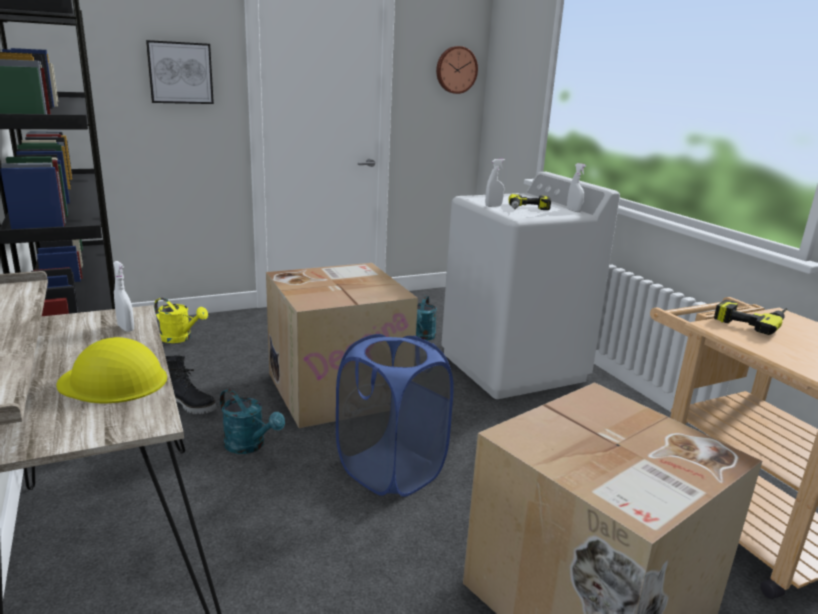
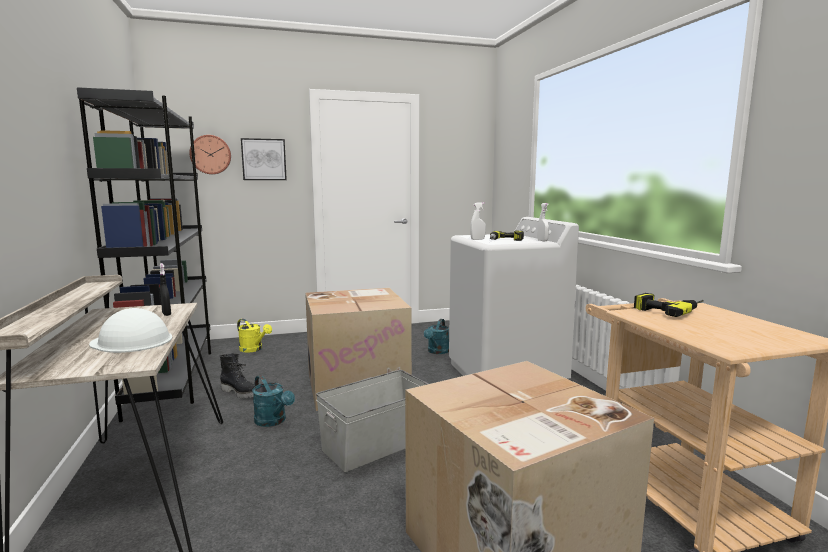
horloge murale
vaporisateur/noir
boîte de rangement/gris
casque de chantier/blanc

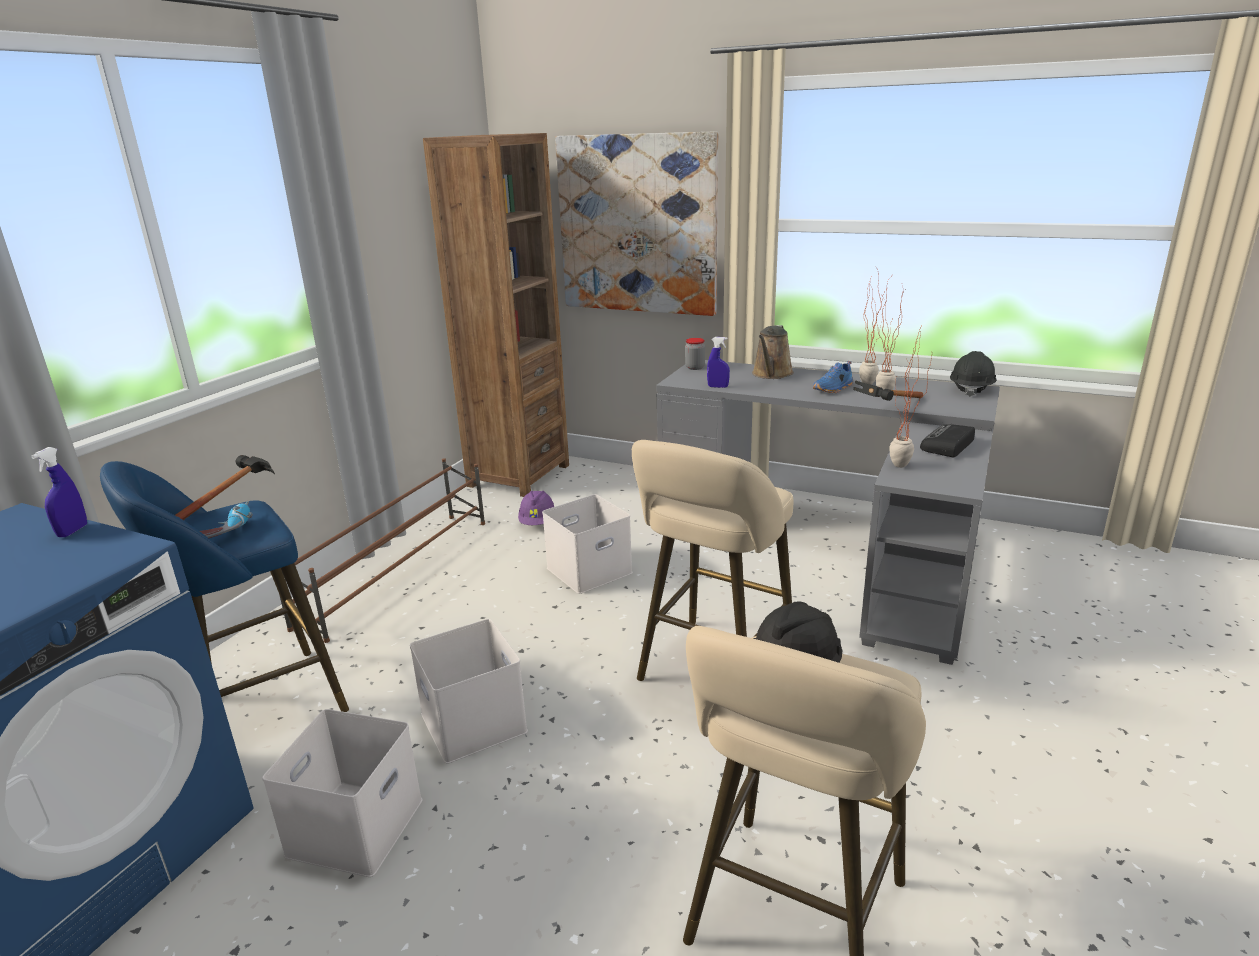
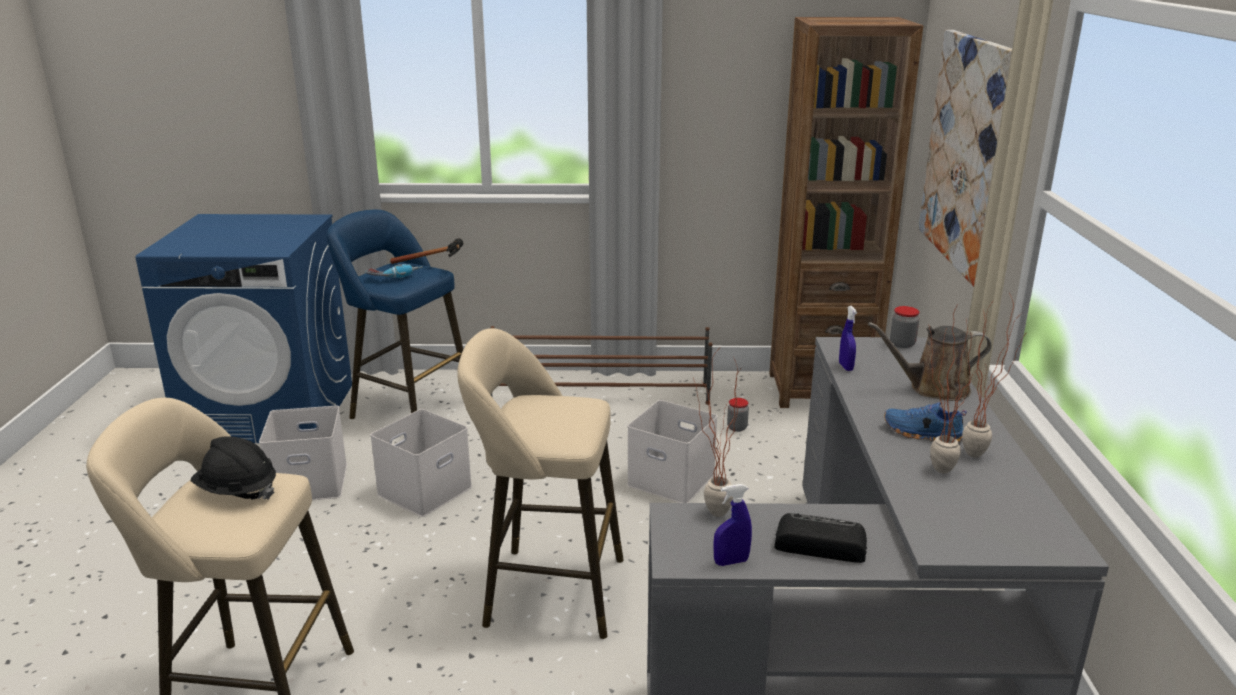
casque de chantier/noir (no. 2 from left in the first image)
marteau (no. 2 from left in the first image)
vaporisateur/bleu (no. 1 from left)
bocal (no. 1 from left)

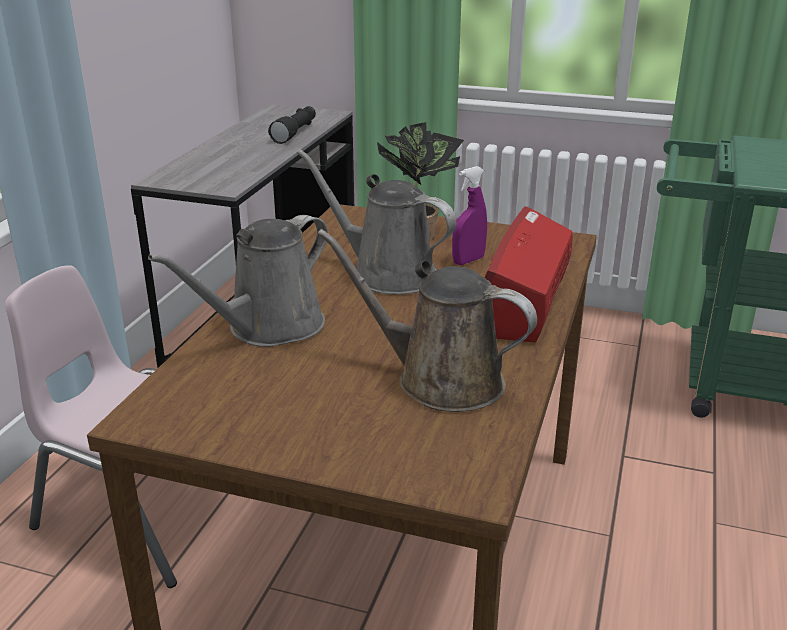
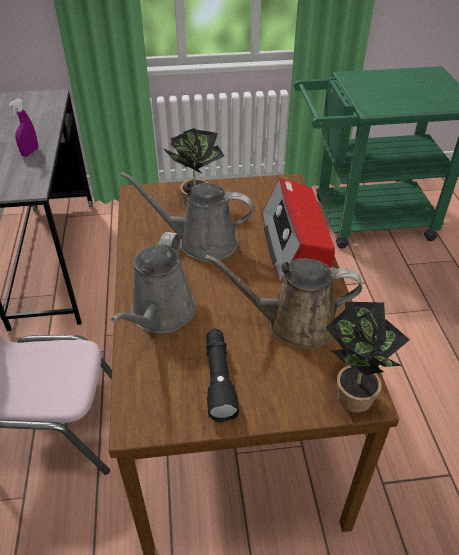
lampe de poche/noir
vaporisateur/violet
plante en pot (no. 2 from left)

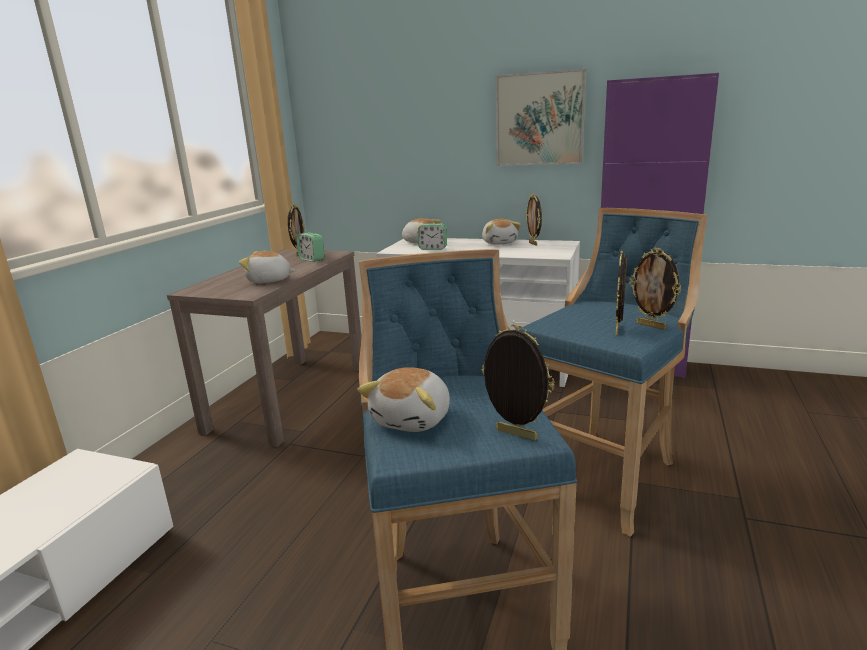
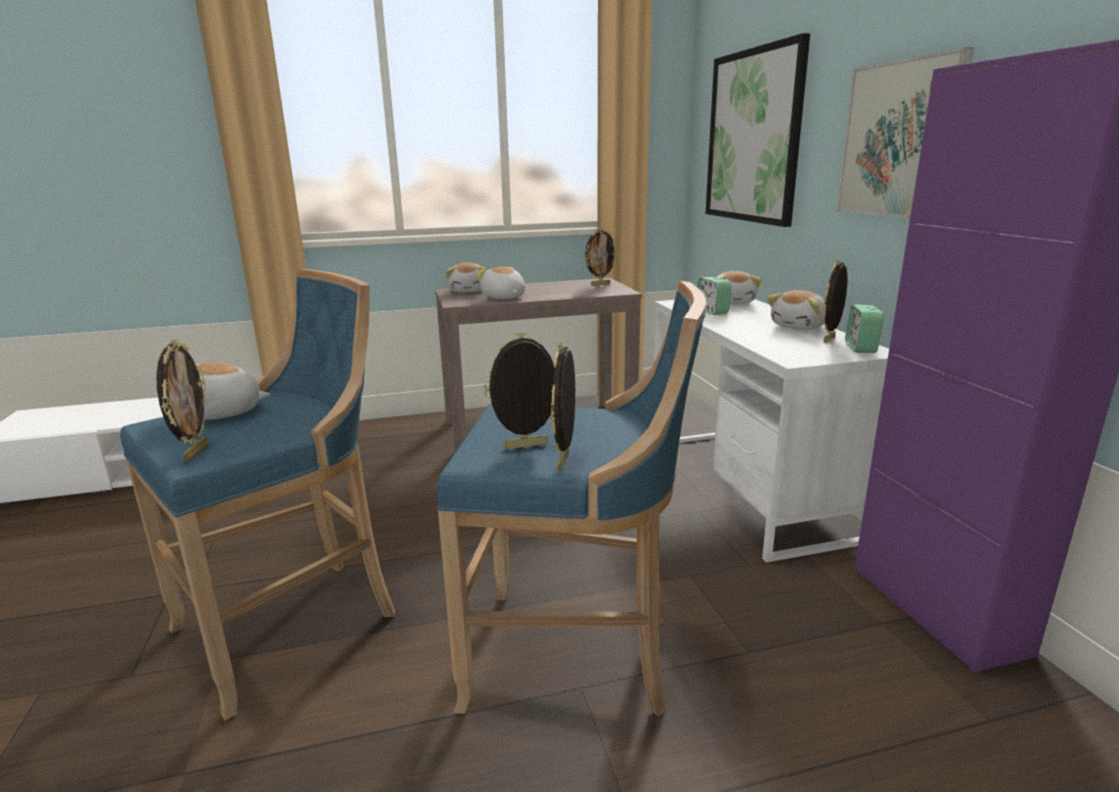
réveil (no. 2 from left)
tableau (no. 1 from left)
peluche (no. 2 from left)

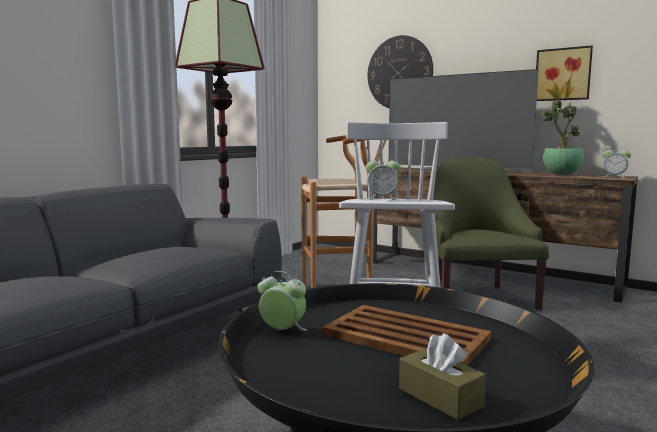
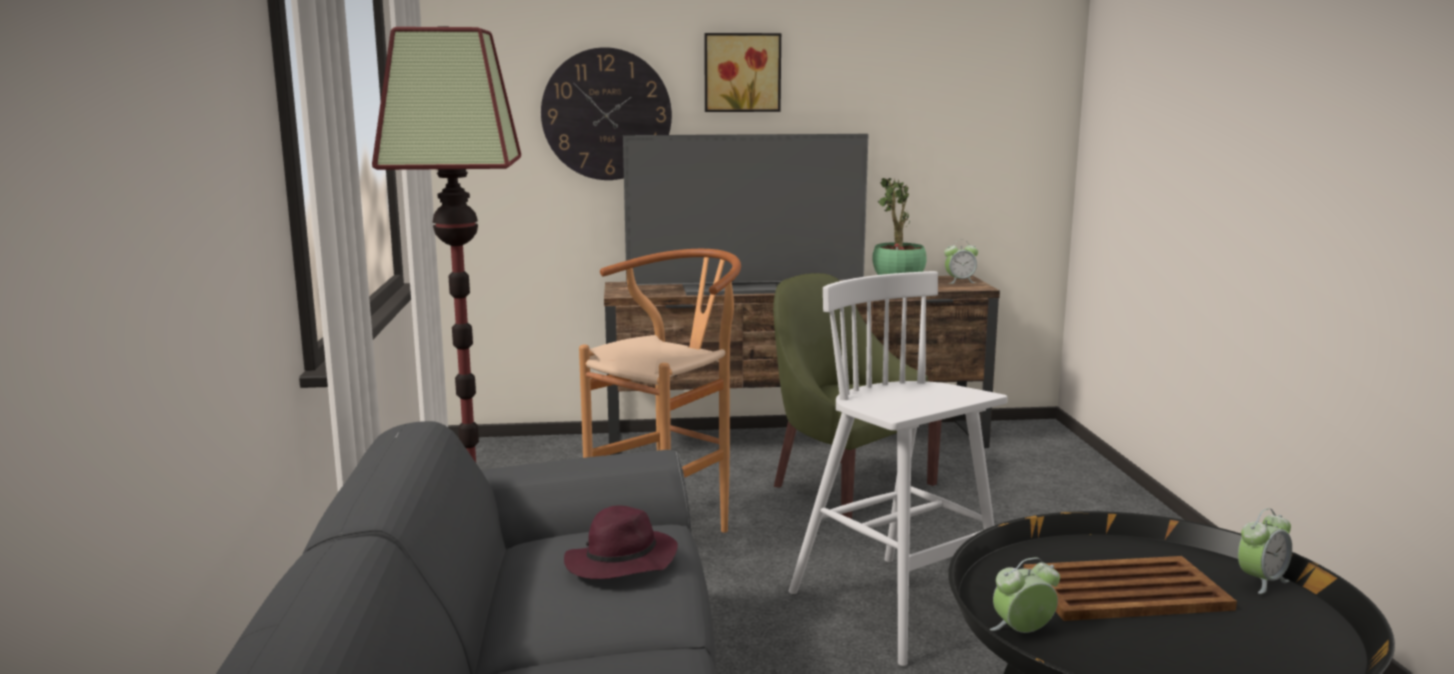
tableau
réveil (no. 3 from left)
boîte à mouchoirs/marron
chapeau/violet

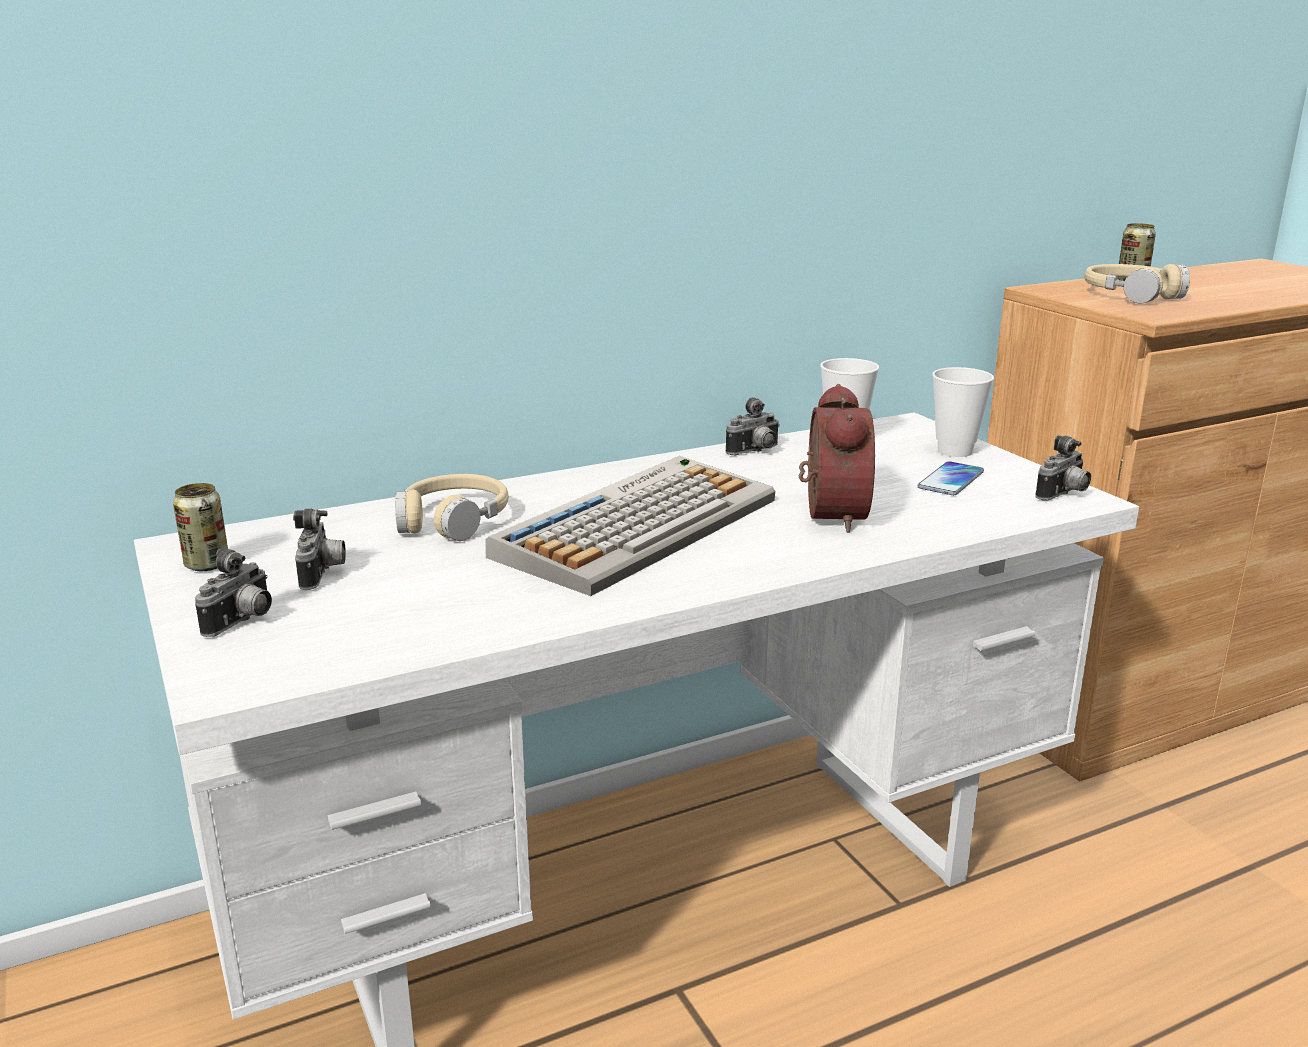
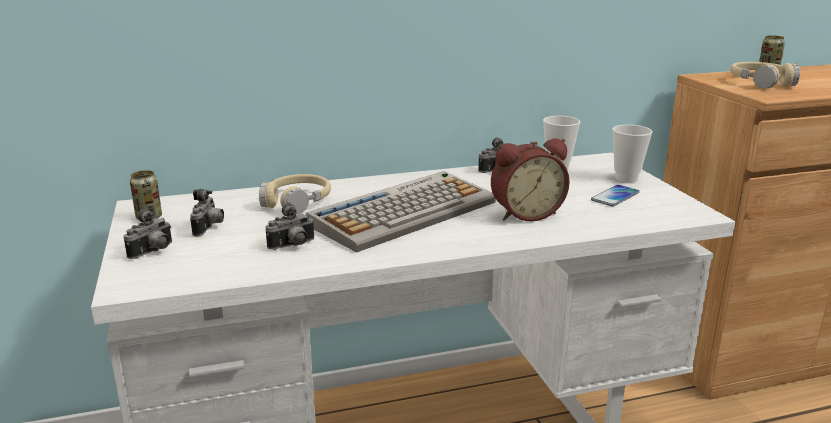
réveil
appareil photo (no. 3 from left)

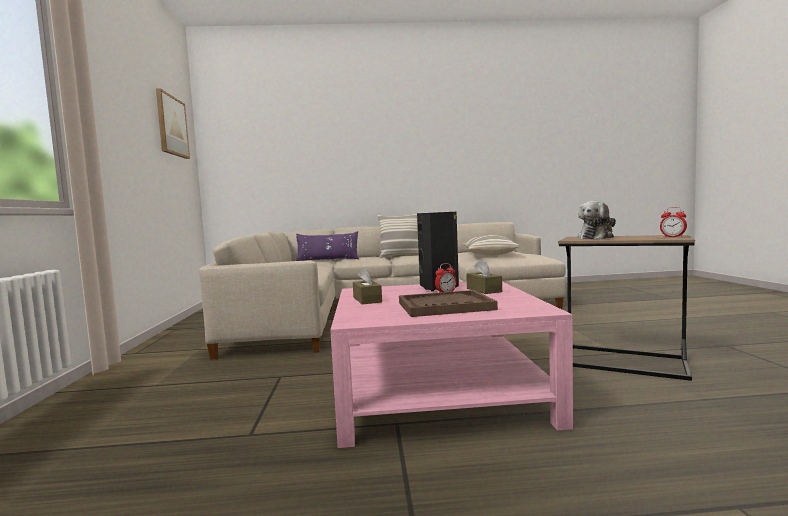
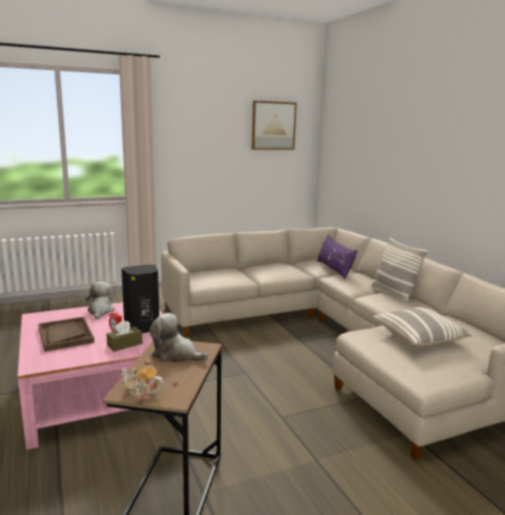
théière
peluche (no. 1 from left)

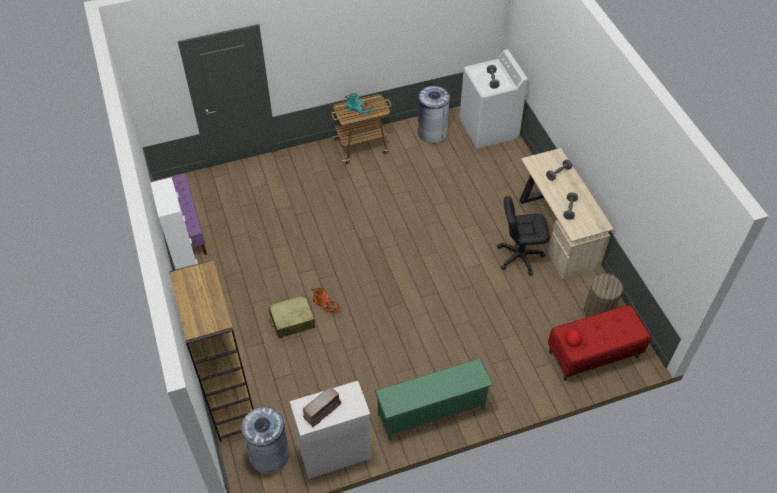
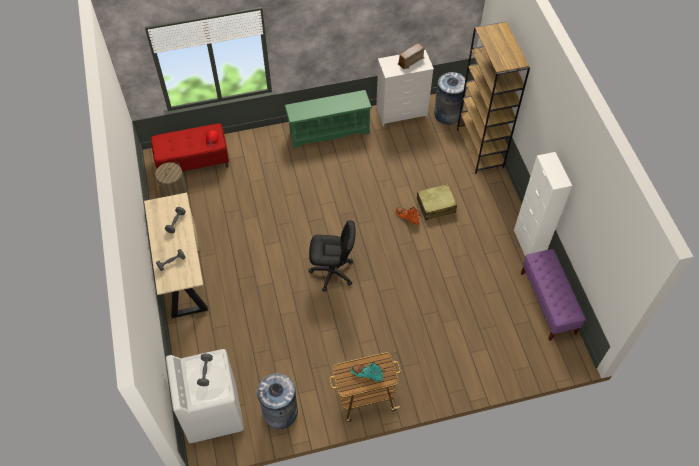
chaise de bureau/noir

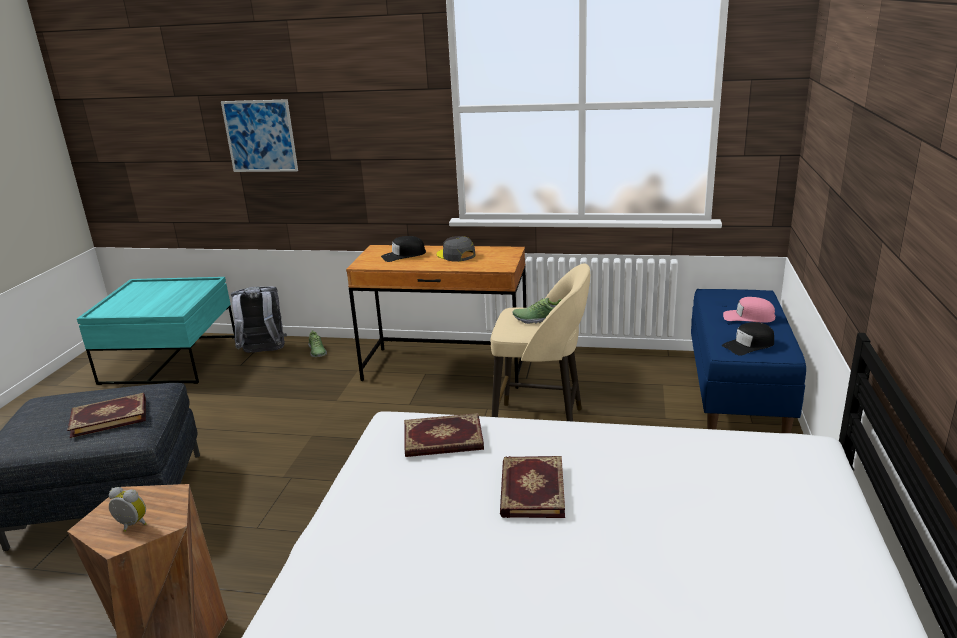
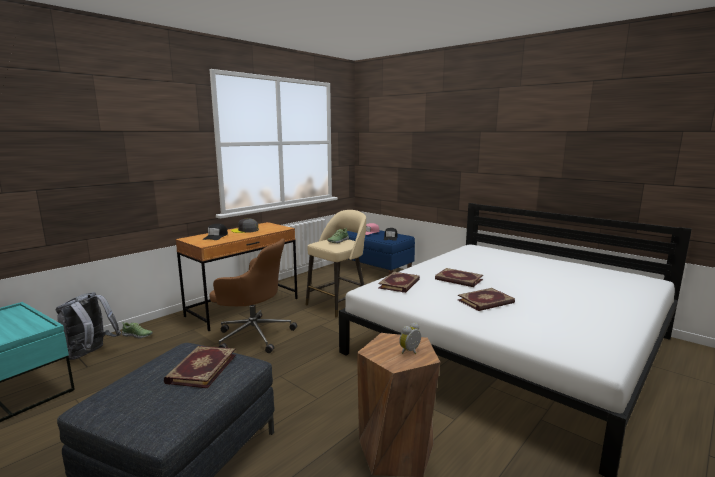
tableau
chaise de bureau/marron
livre (no. 4 from left)

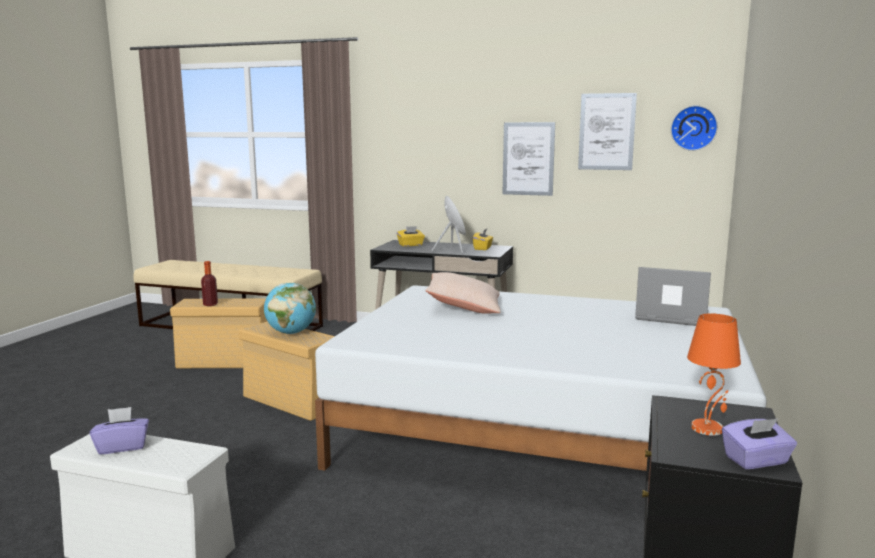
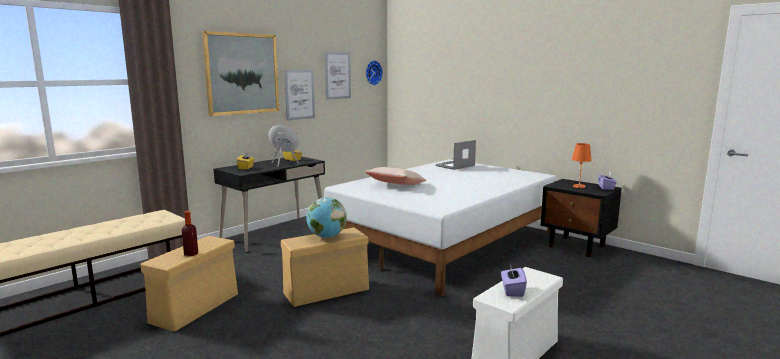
tableau (no. 1 from left)

